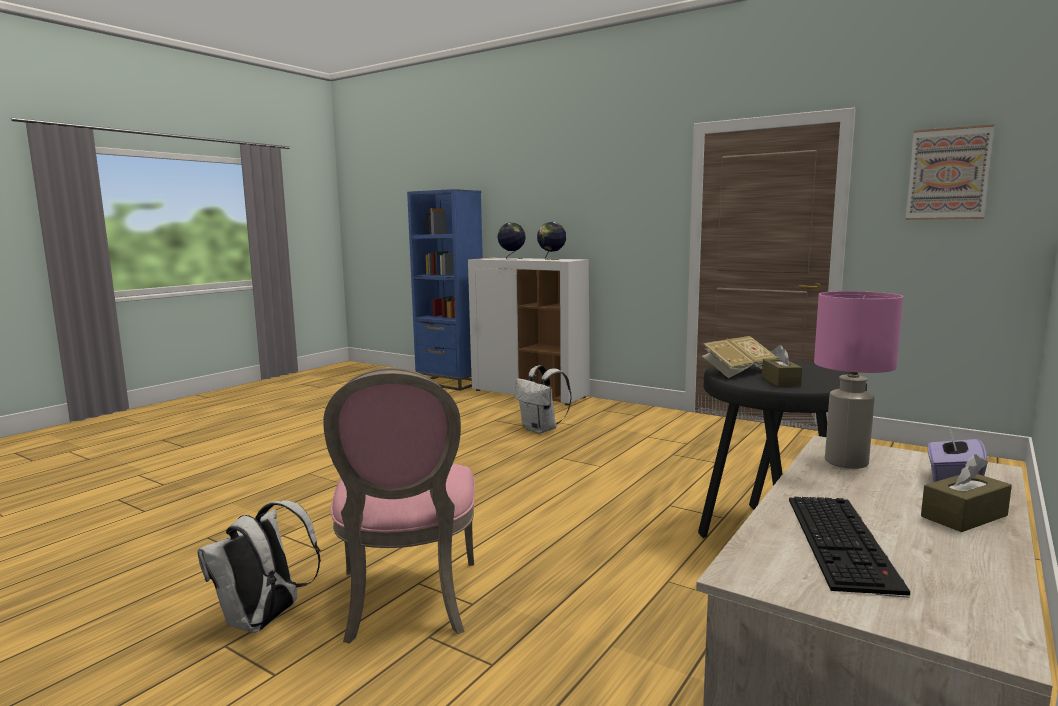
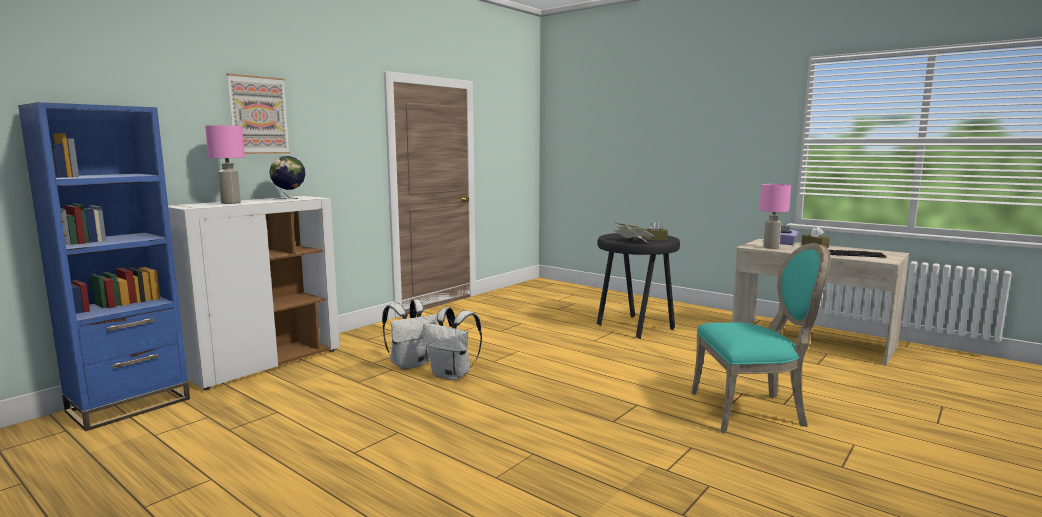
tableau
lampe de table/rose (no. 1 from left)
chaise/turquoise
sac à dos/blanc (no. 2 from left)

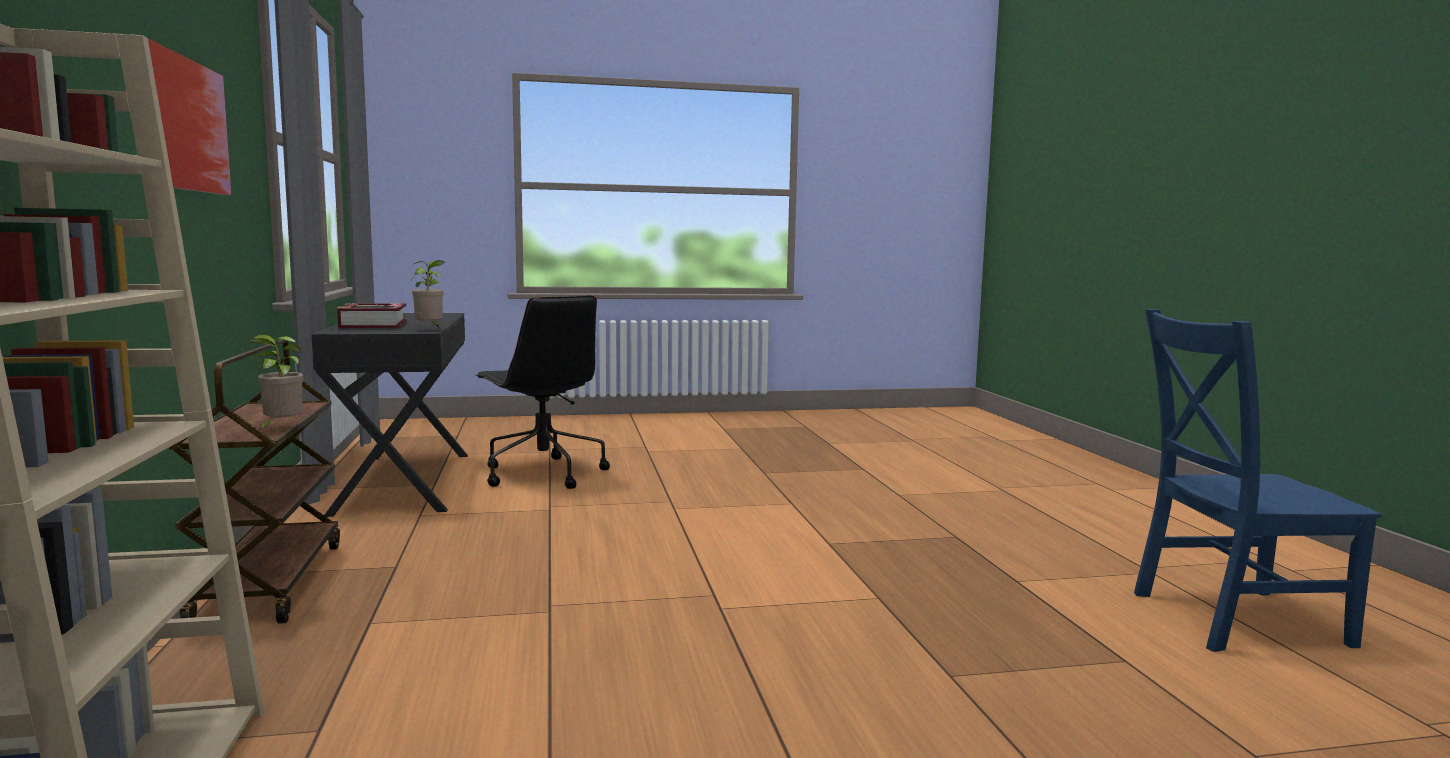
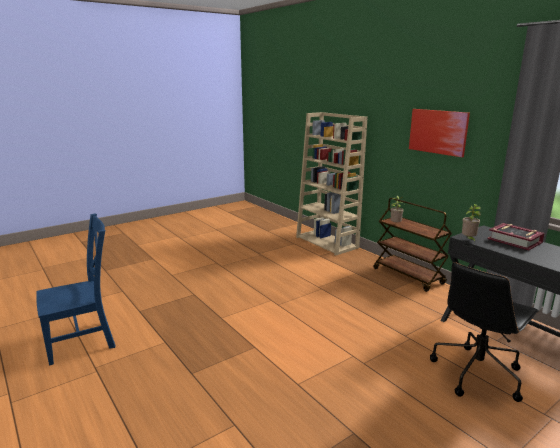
chaise de bureau/noir

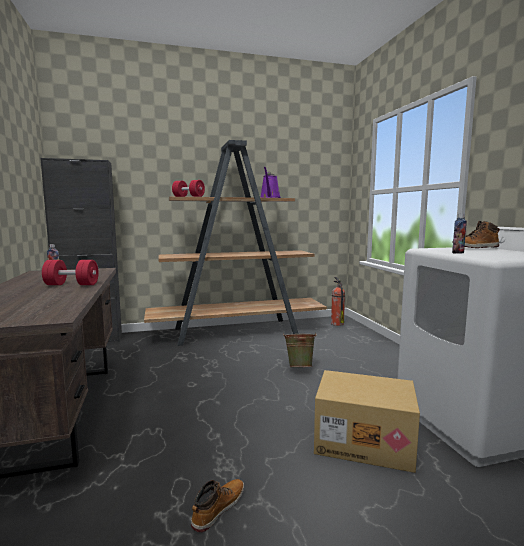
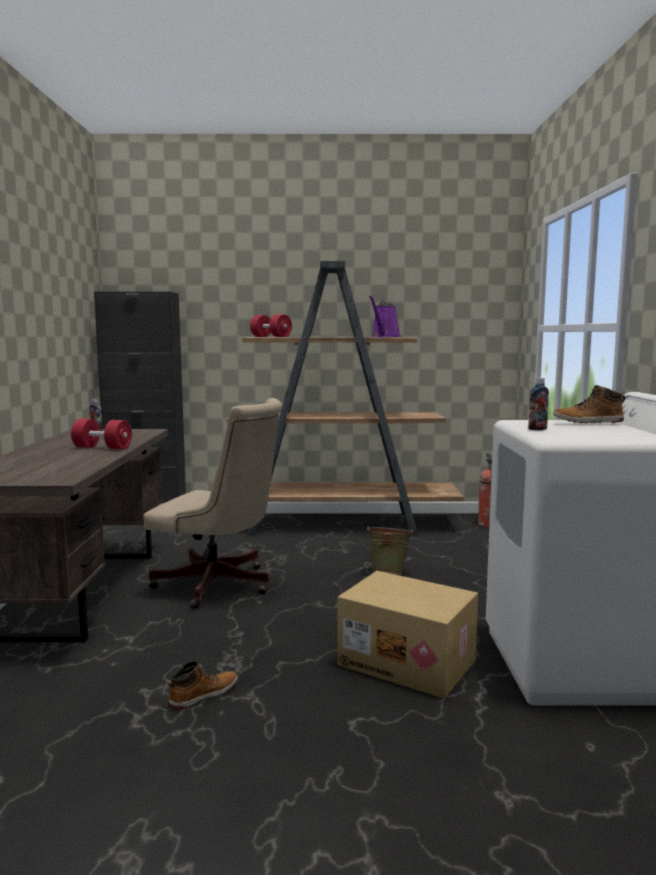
chaise de bureau/beige

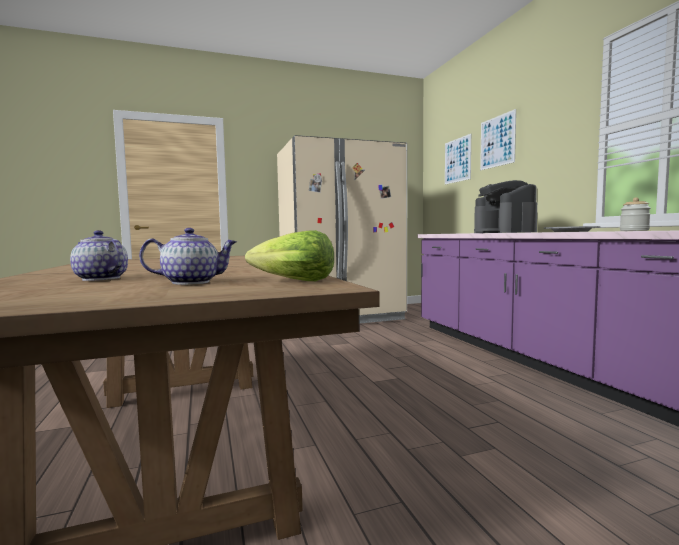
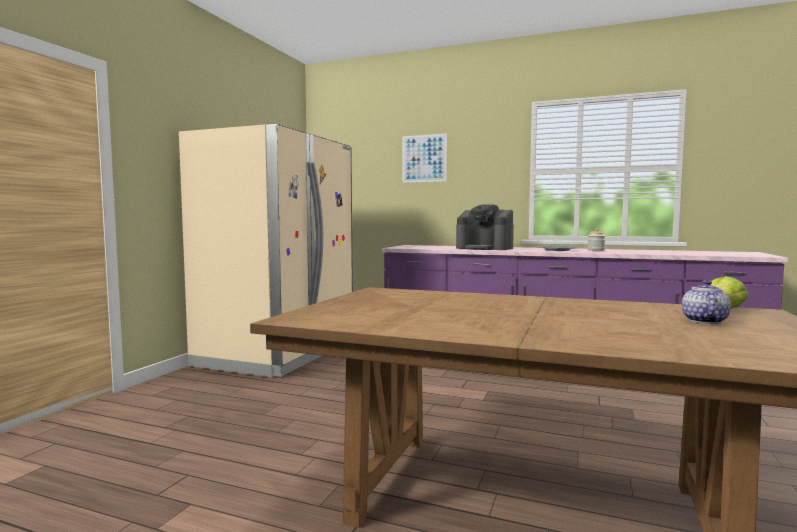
tableau (no. 1 from left in the first image)
théière (no. 1 from left in the first image)

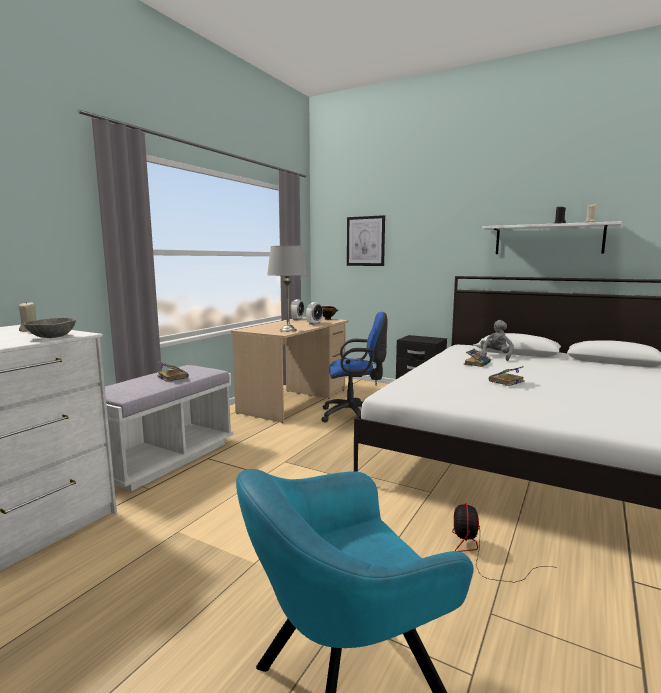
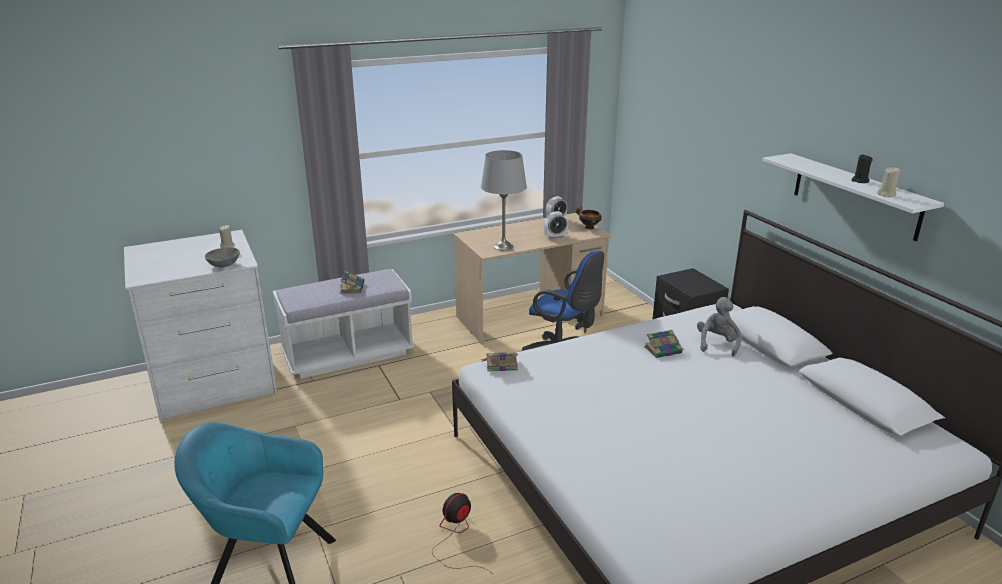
tableau
peluche/gris
livre (no. 2 from left)

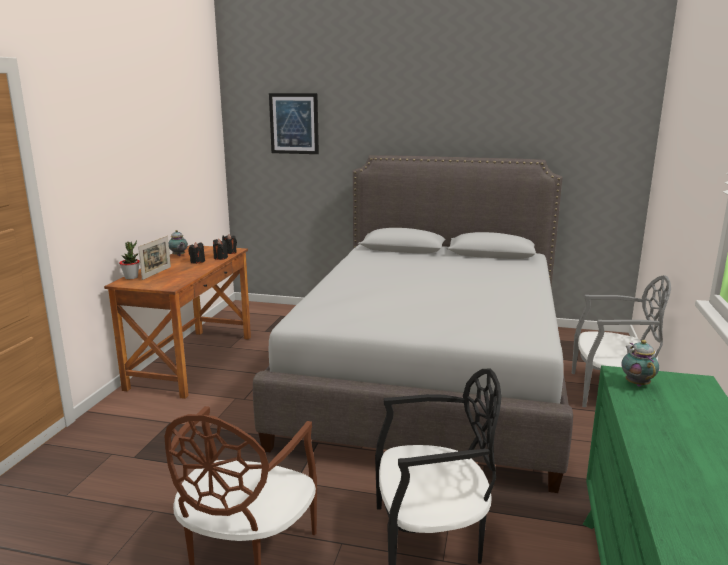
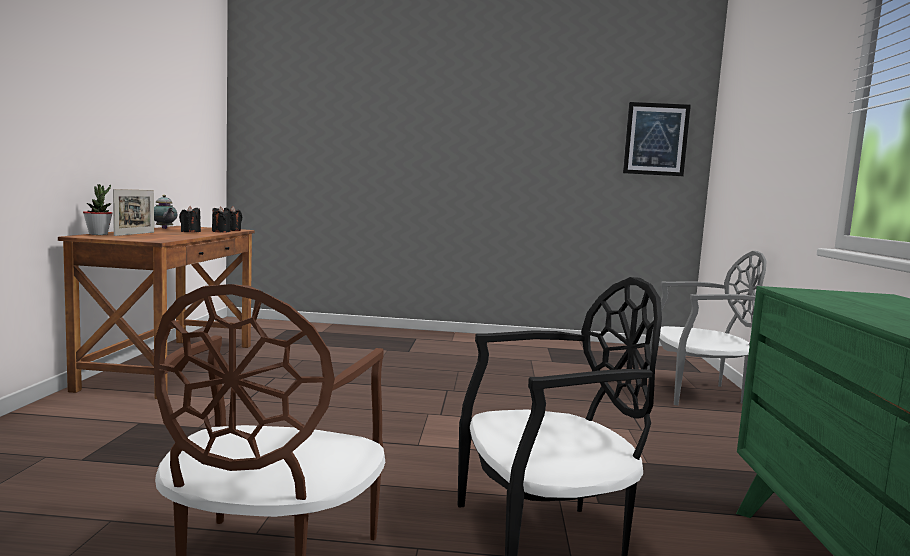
tableau
lit/gris
théière (no. 2 from left in the first image)

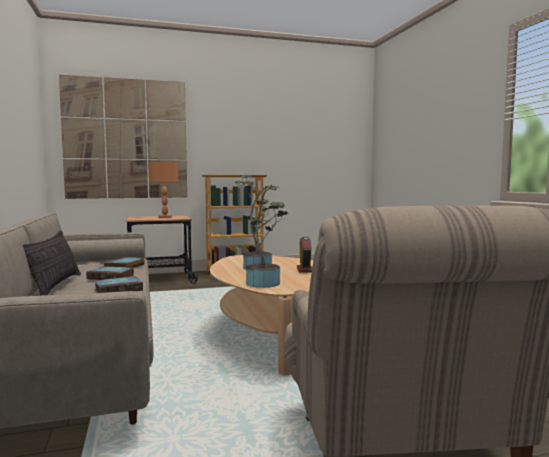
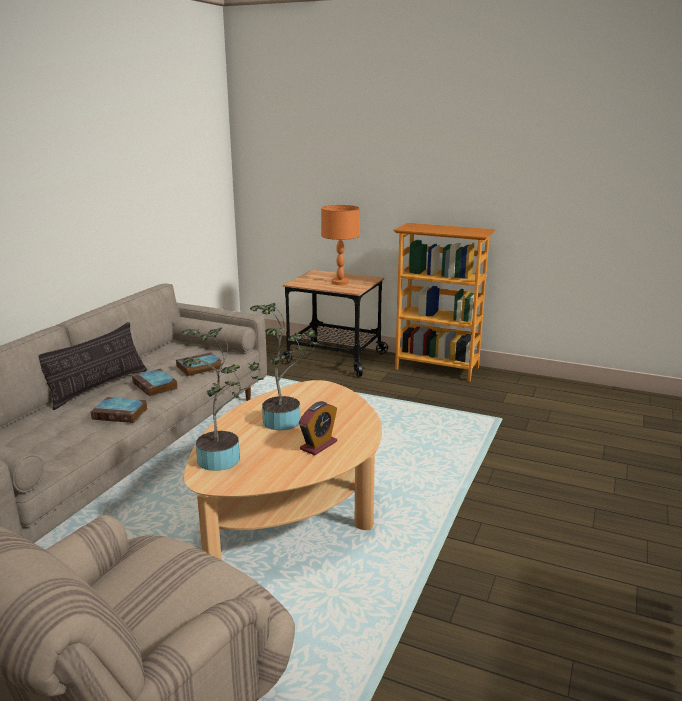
tableau

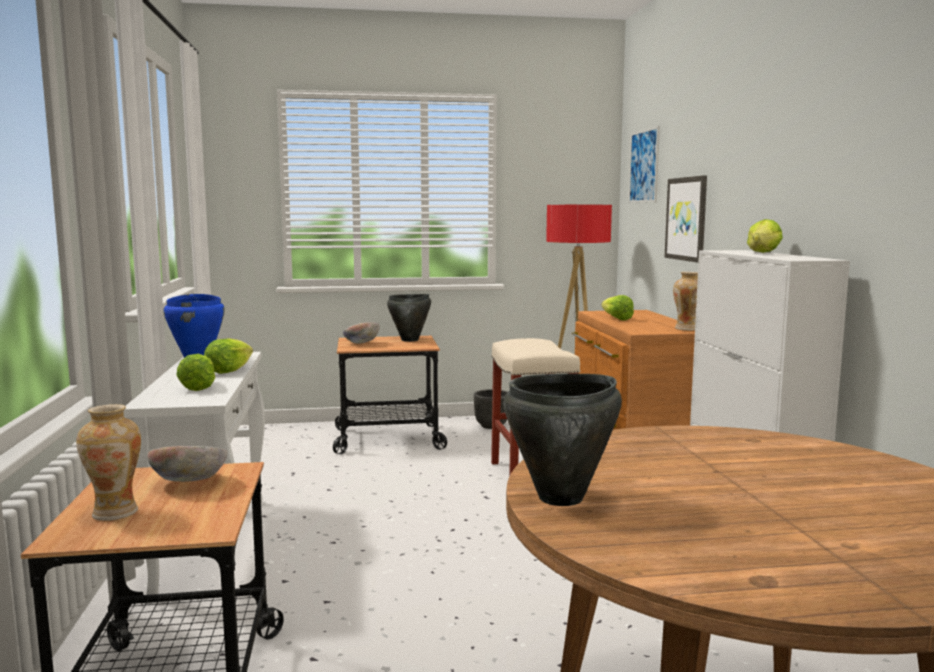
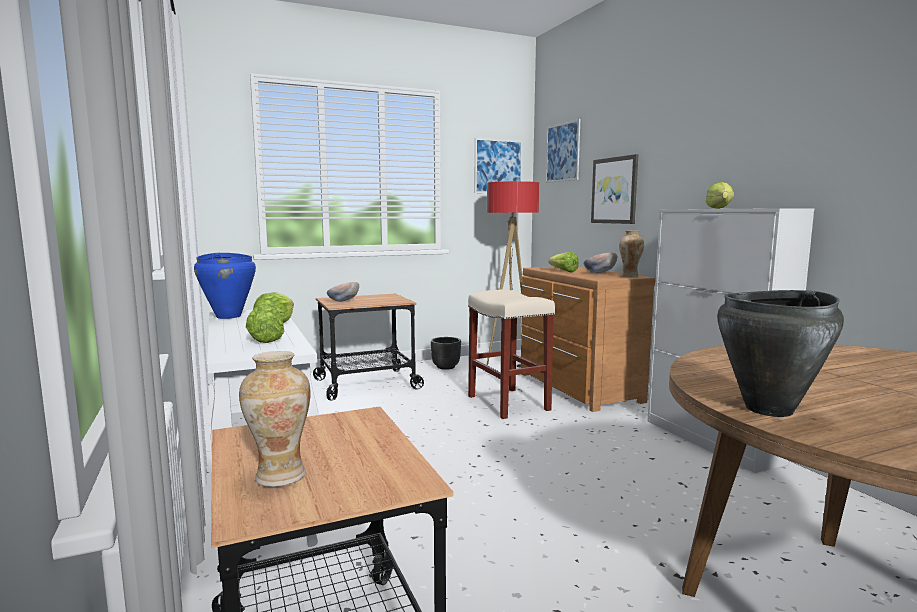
marmite/noir (no. 1 from left in the first image)
bol (no. 2 from left)
tableau (no. 1 from left)

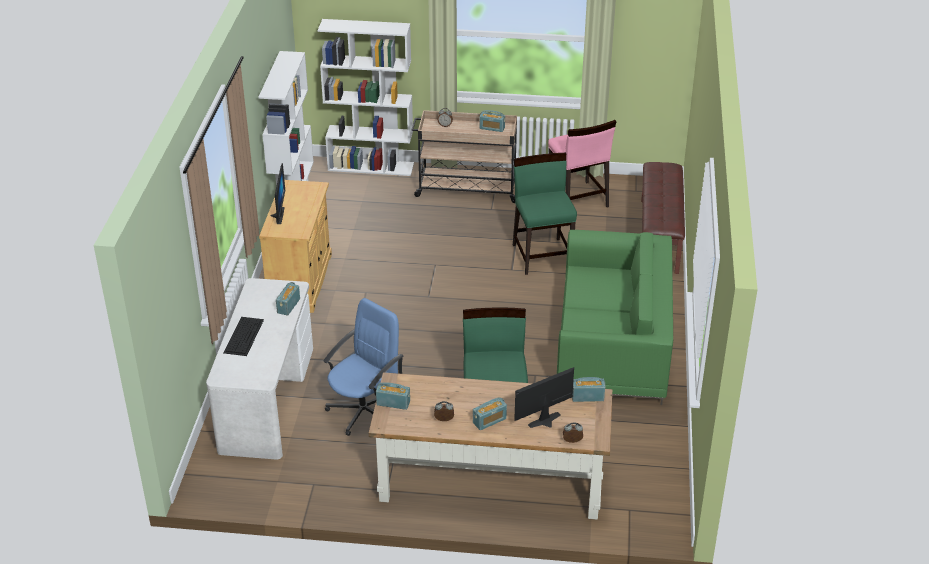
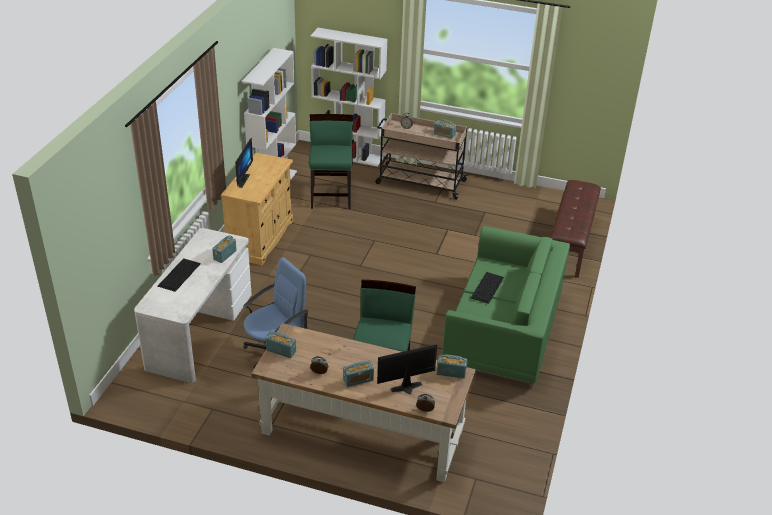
chaise/rose
chaise/vert (no. 1 from left)
clavier (no. 2 from left)

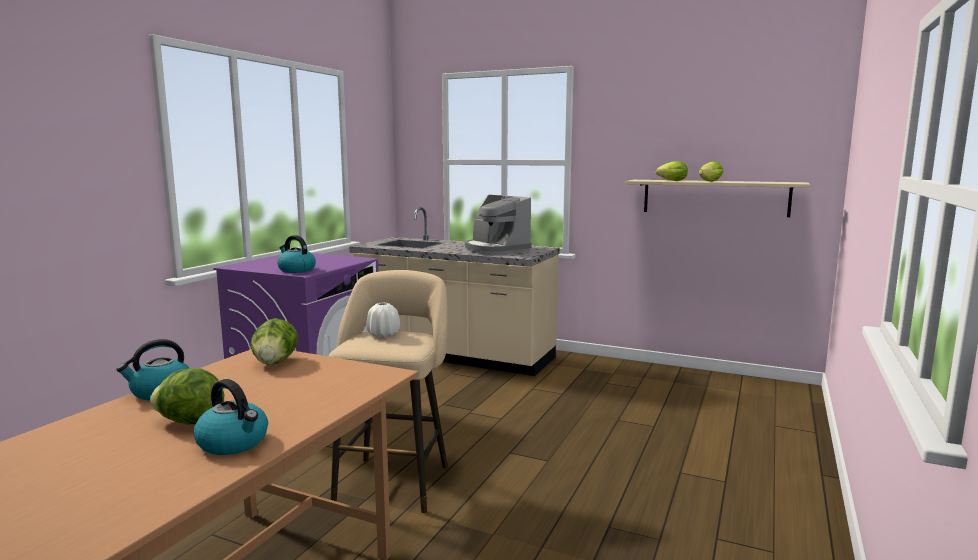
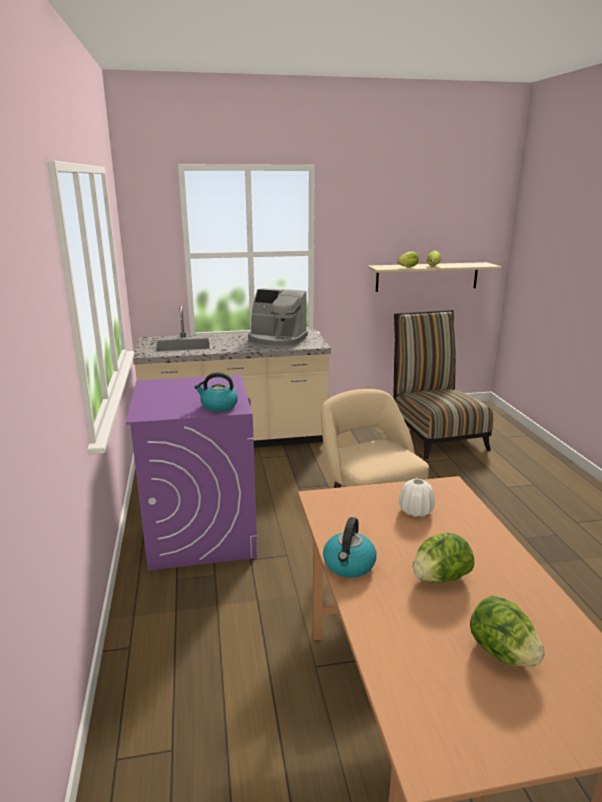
vase/blanc
laitue (no. 4 from left)
bouilloire (no. 2 from left in the first image)
chaise

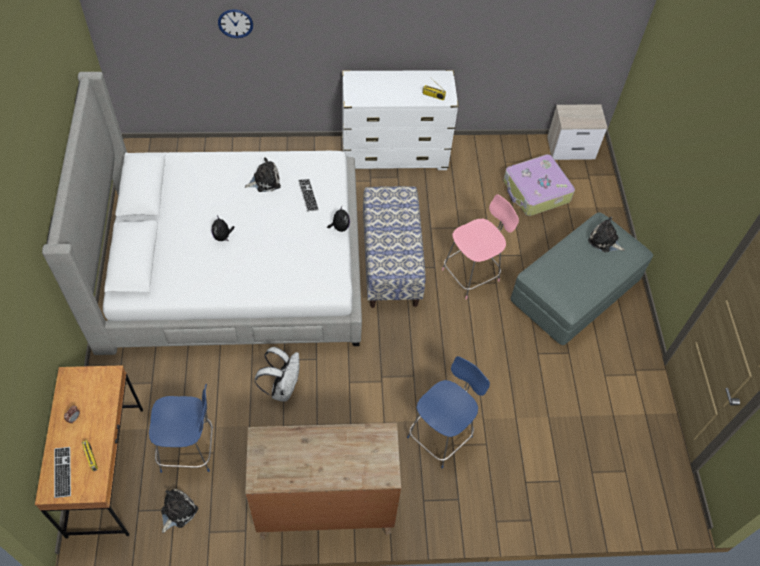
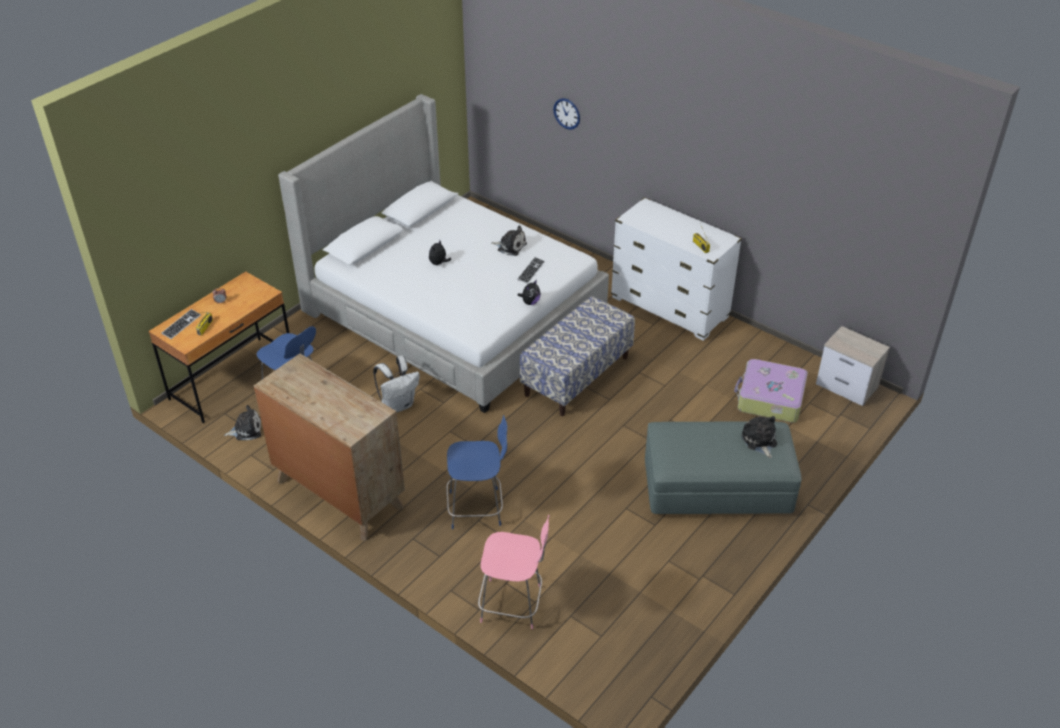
chaise/rose

